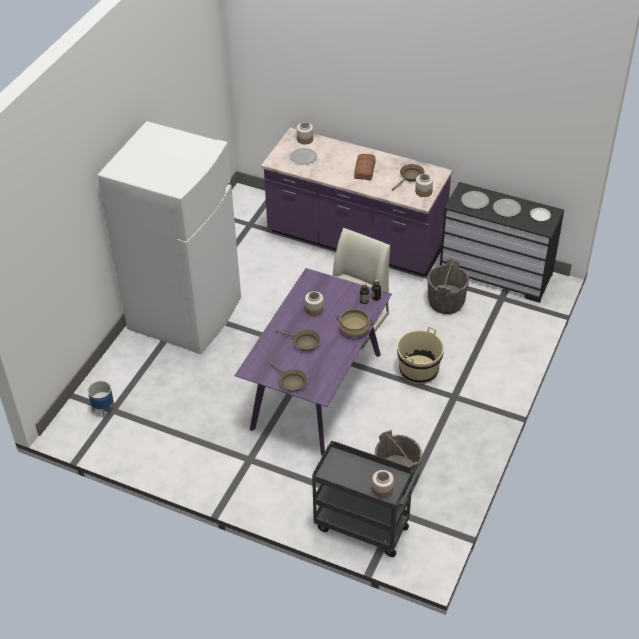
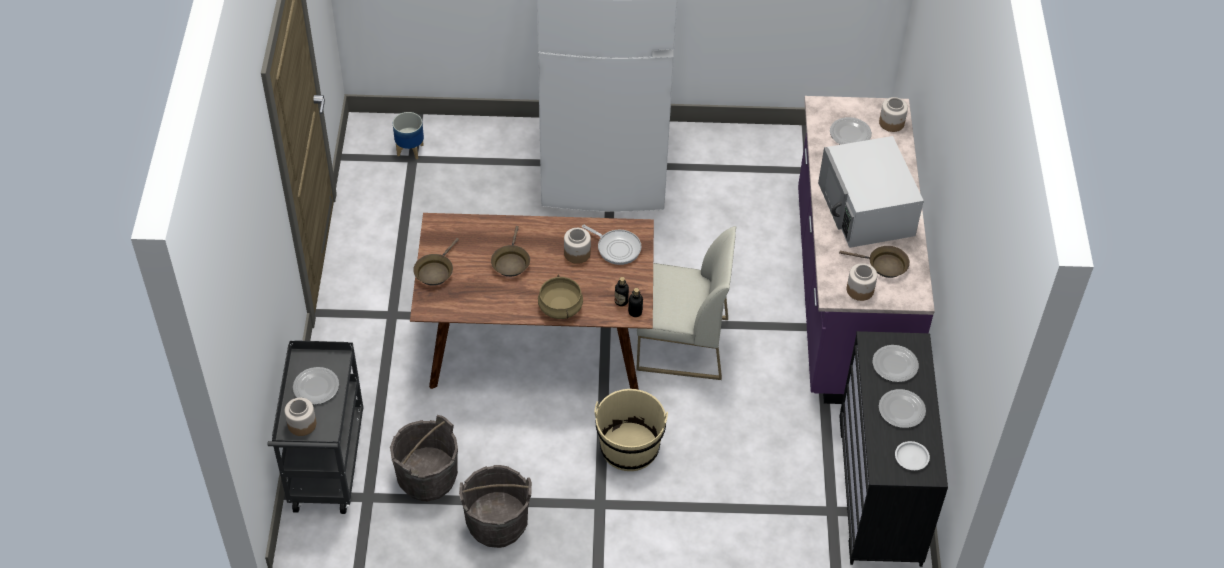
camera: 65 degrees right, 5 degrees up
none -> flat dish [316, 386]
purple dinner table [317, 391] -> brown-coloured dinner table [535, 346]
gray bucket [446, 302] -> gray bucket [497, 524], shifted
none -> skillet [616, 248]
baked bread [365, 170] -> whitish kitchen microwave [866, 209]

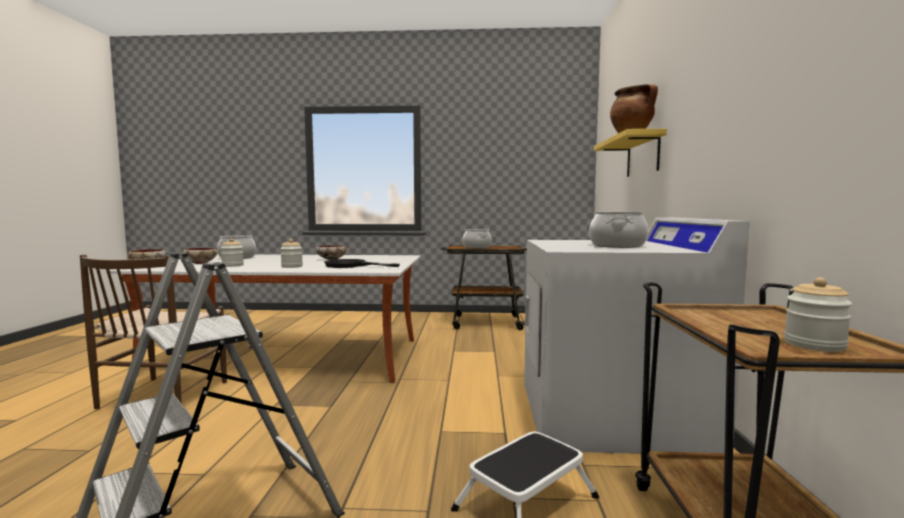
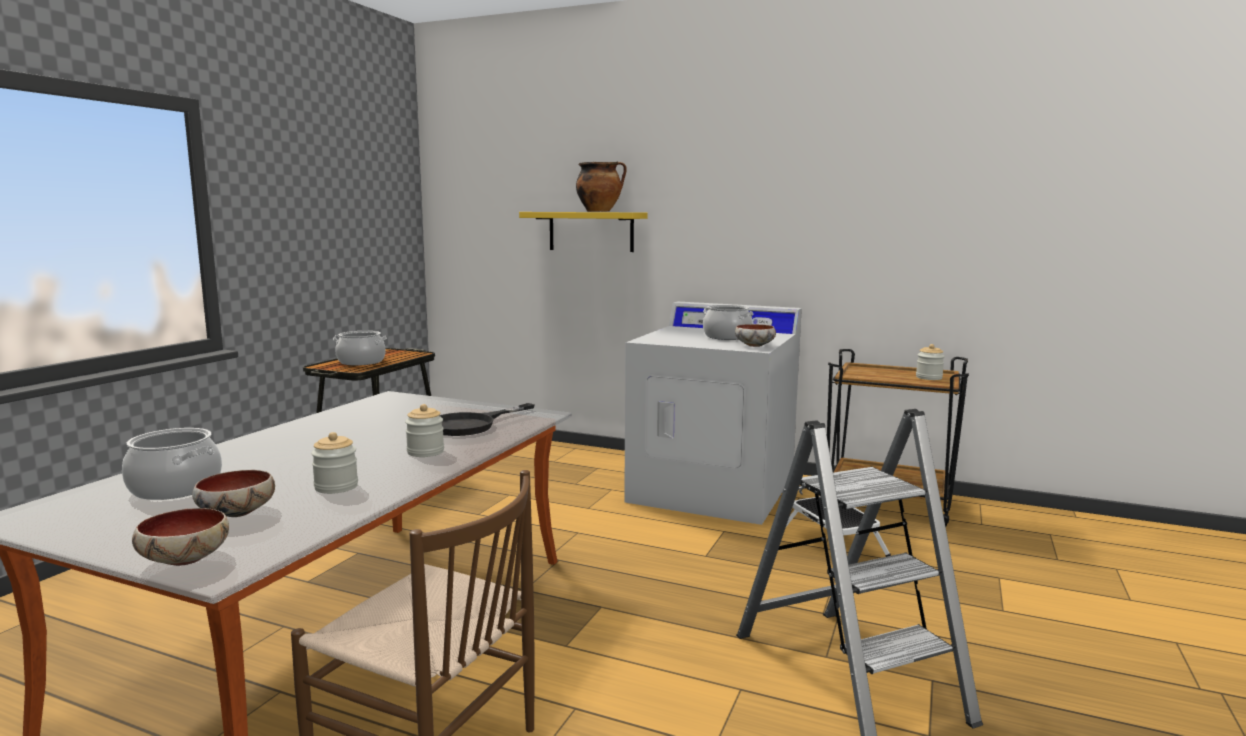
camera: 70 degrees left, 5 degrees up
deep dish [331, 259] -> deep dish [755, 346], shifted

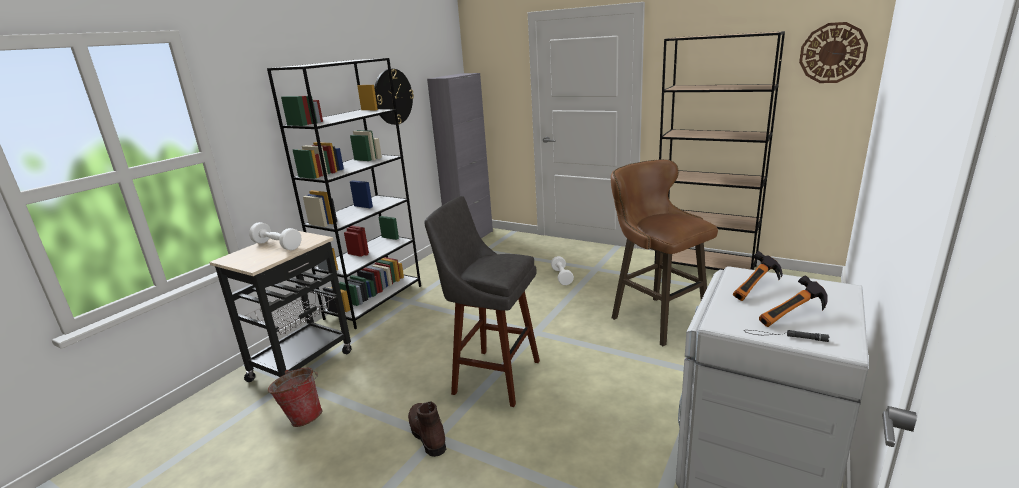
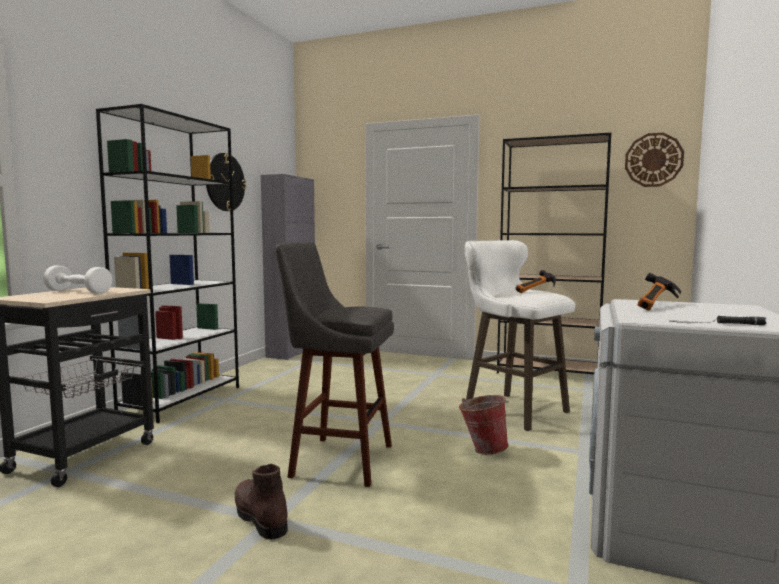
camera: 10 degrees left, 15 degrees down
bucket [302, 416] -> bucket [482, 449], shifted
brown-coloured sitting stool [655, 318] -> whitish sitting stool [512, 410]
tool hammer [794, 317] -> tool hammer [537, 291], shifted
whitish dumbbell [562, 277] -> none

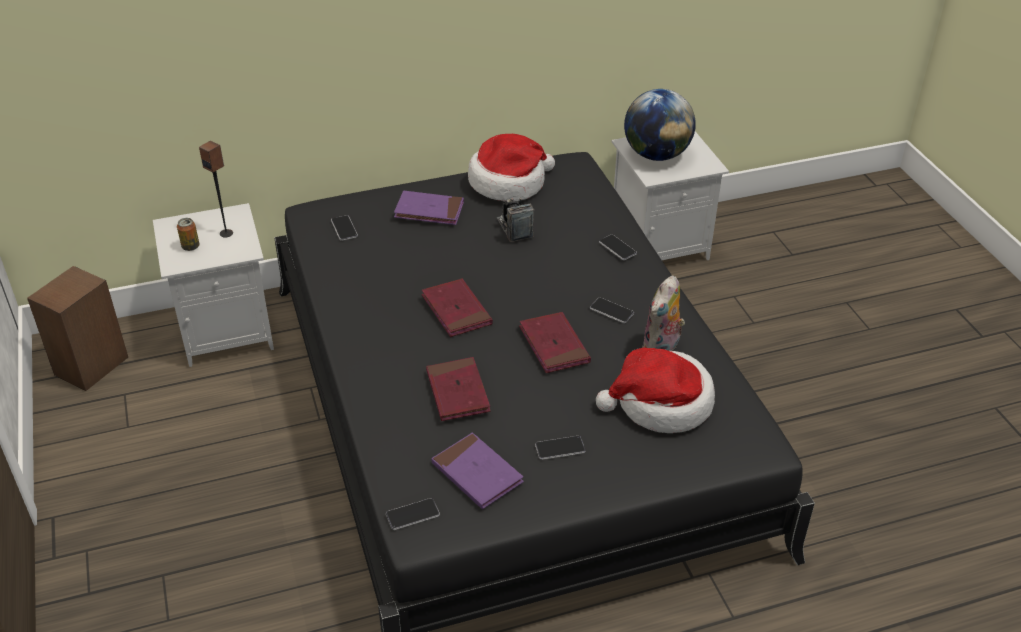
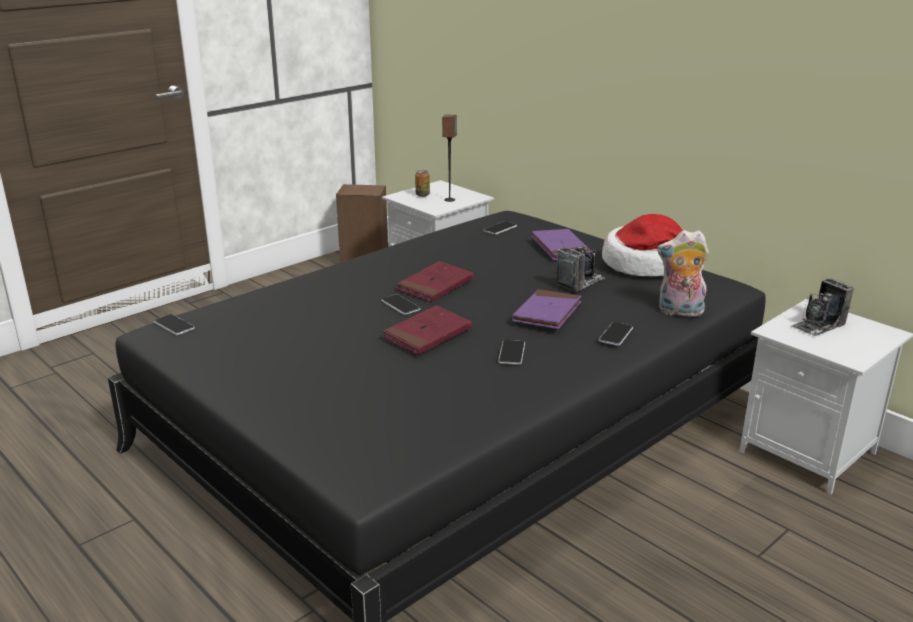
camera: 65 degrees right, 15 degrees down
phone [560, 448] -> phone [400, 305], shifted
purple volume [477, 474] -> purple volume [547, 313], shifted
cuddly toy [662, 348] -> cuddly toy [679, 312], shifted
desk globe [656, 155] -> photo camera [818, 325]
reddish volume [457, 392] -> none
clothing hat [660, 404] -> none

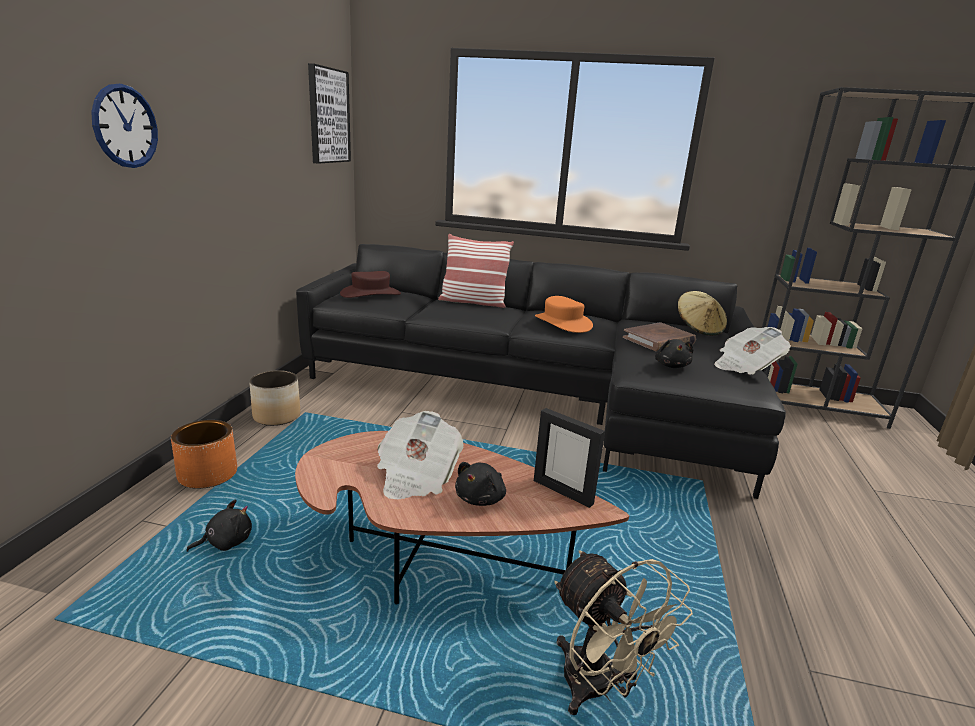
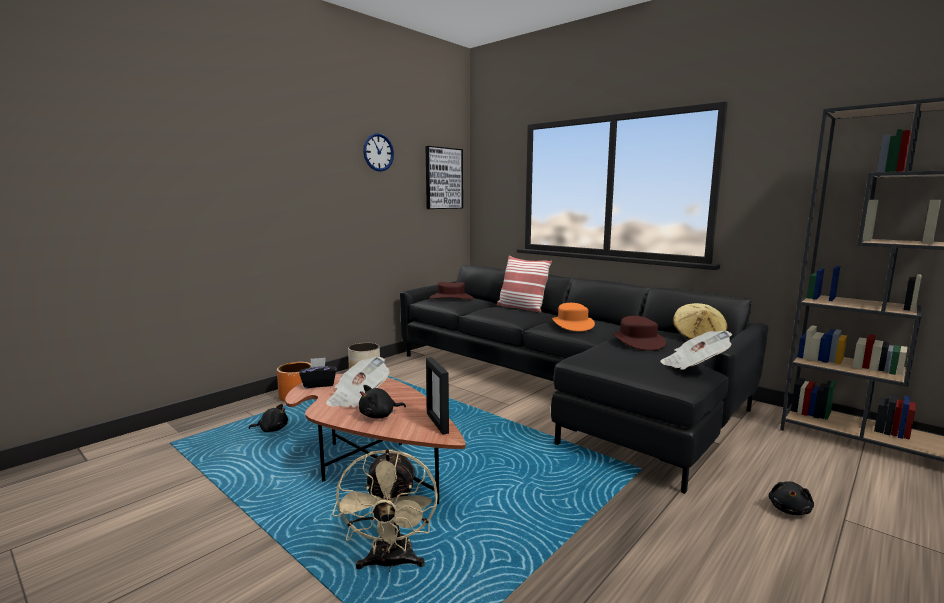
camera: 30 degrees right, 10 degrees down
none -> blackish tissue box [319, 384]
wall clock [125, 126] -> wall clock [378, 152], shifted
brown-coloured volume [658, 340] -> brown-coloured clothing hat [637, 341]
blackish cuddly toy [671, 365] -> blackish cuddly toy [789, 509], shifted

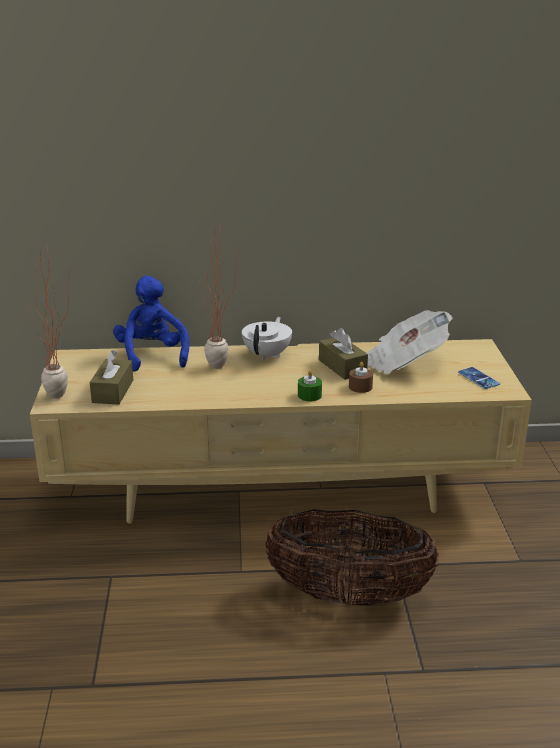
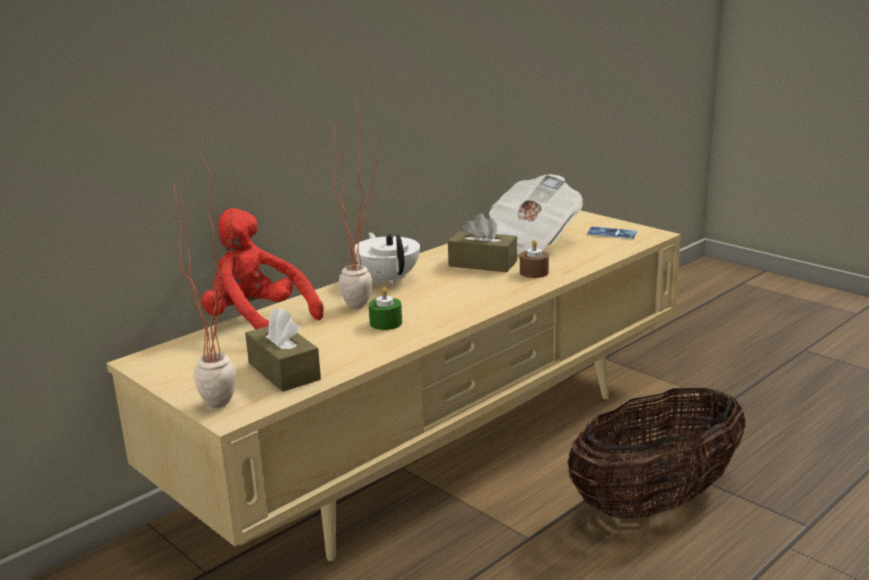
camera: 40 degrees left, 5 degrees down
blue-coloured cuddly toy [152, 355] -> reddish cuddly toy [257, 323]
green-coloured wax candle [309, 395] -> green-coloured wax candle [386, 323], shifted

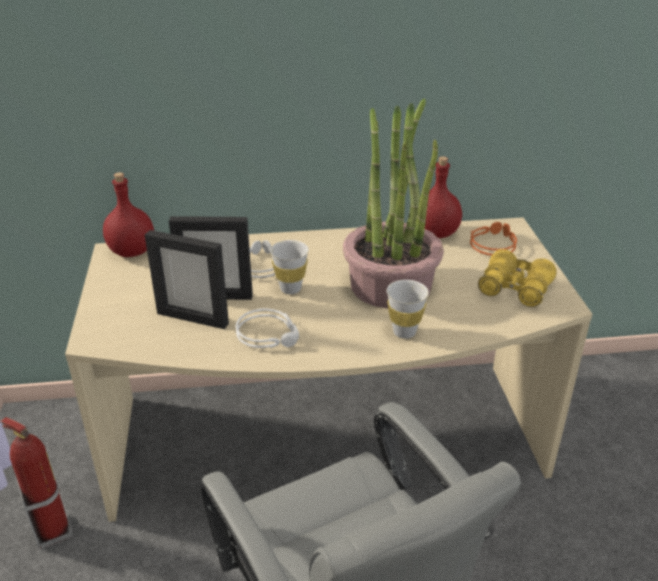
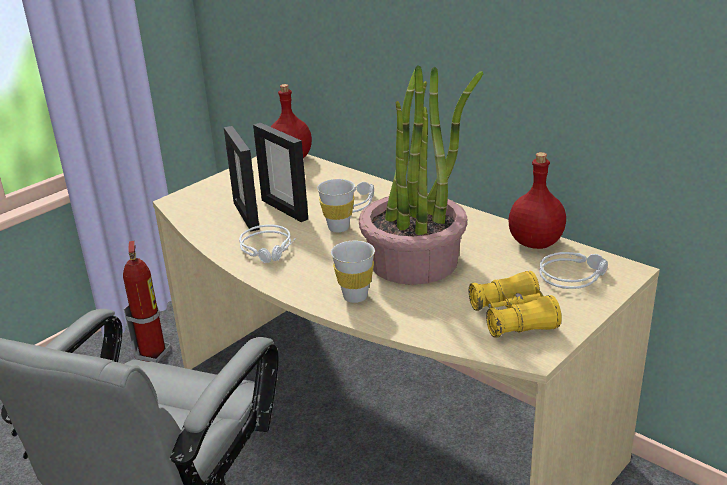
camera: 50 degrees right, 5 degrees down
orange-coloured headset [492, 244] -> gray headset [572, 275]

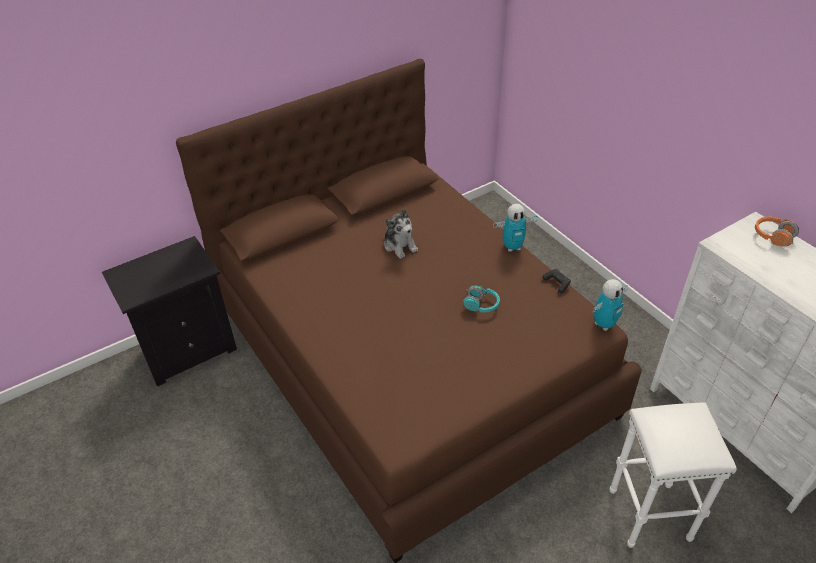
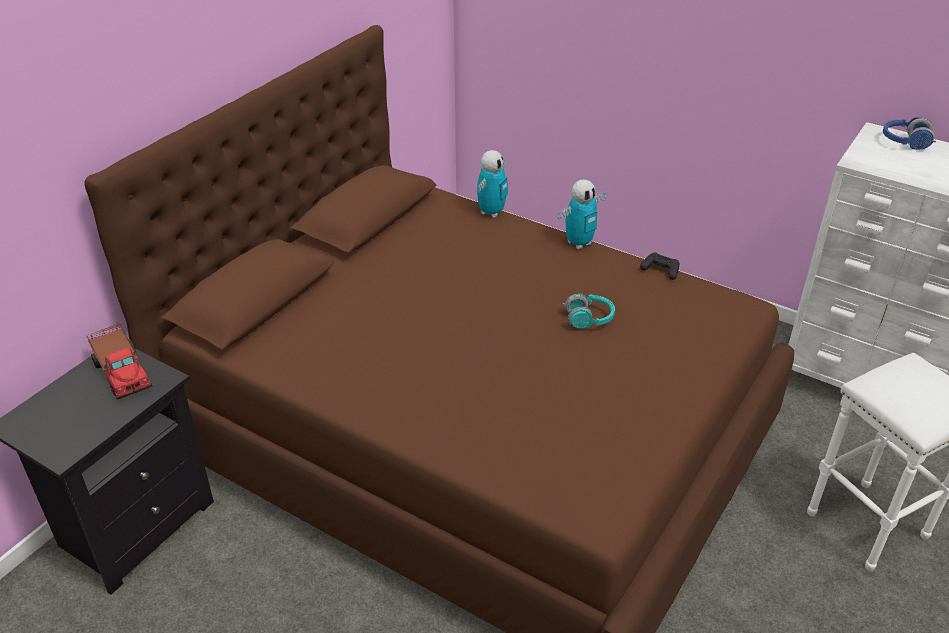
camera: 25 degrees left, 5 degrees down
none -> toy lorry [122, 371]
robot figure [604, 324] -> robot figure [491, 212], shifted
orange-coloured headset [773, 237] -> blue-coloured headset [905, 143]
cuddly toy [400, 245] -> none

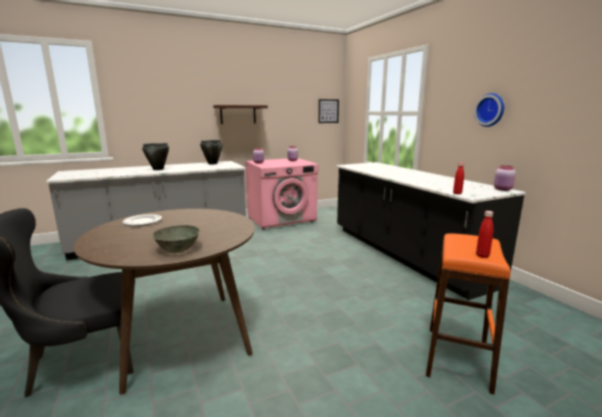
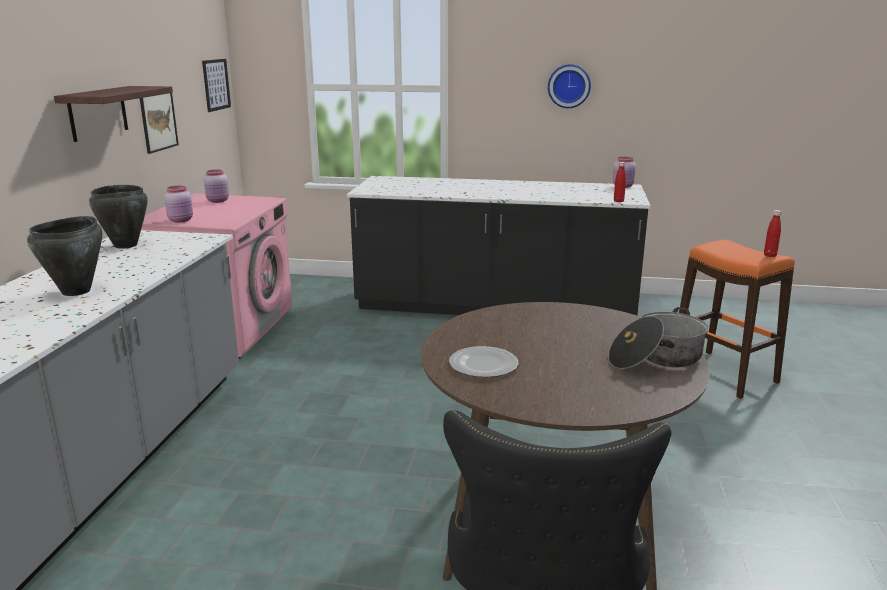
camera: 55 degrees left, 5 degrees up
none -> wall art [158, 121]
gray deep dish [177, 249] -> stockpot [656, 358]

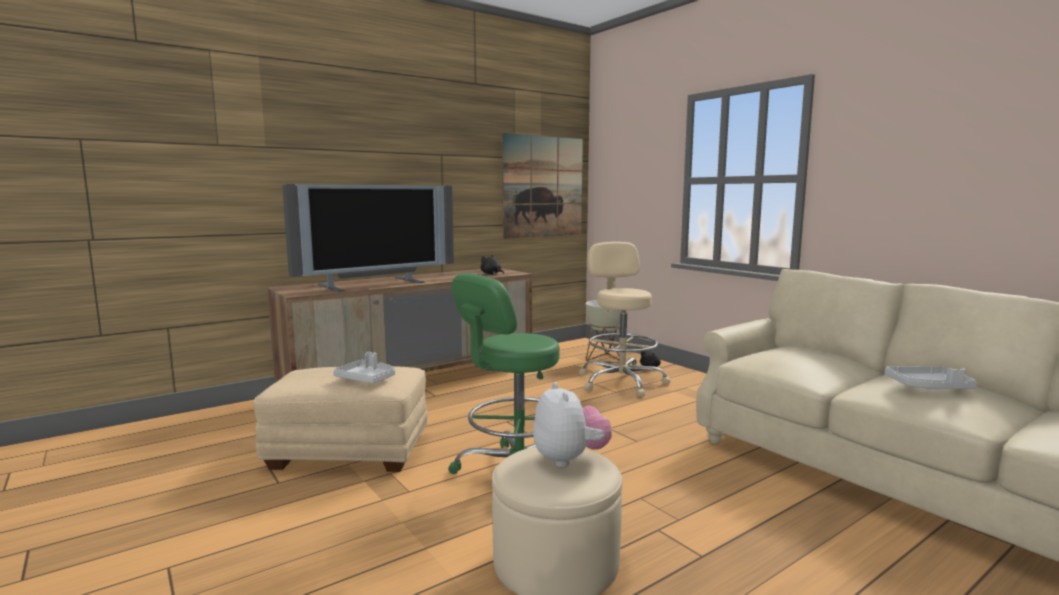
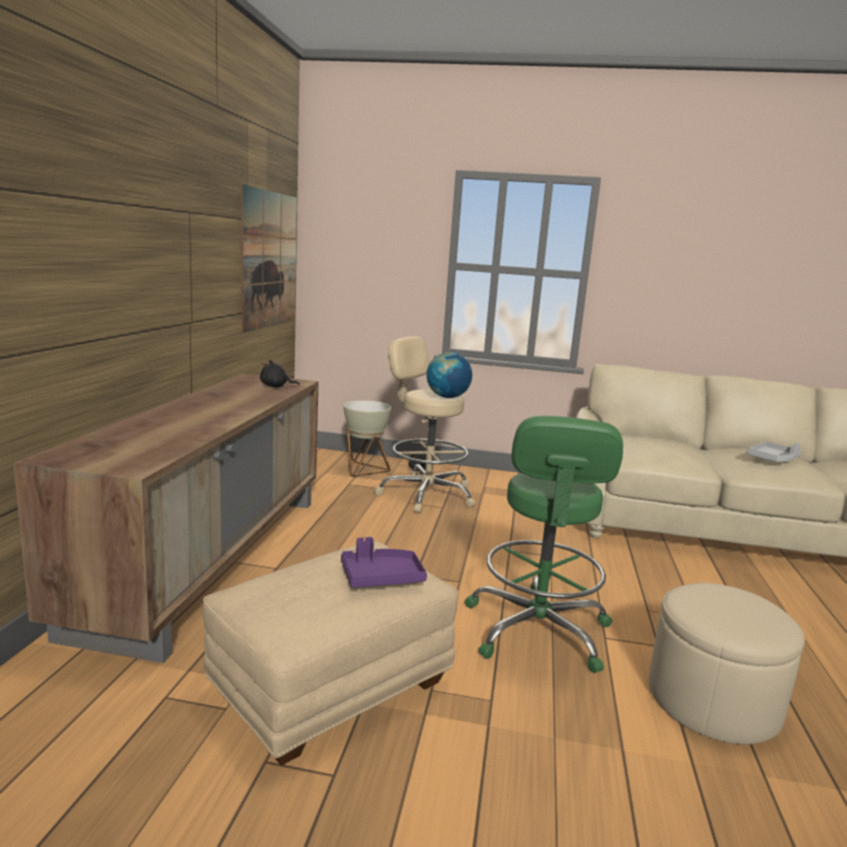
camera: 45 degrees left, 5 degrees up
gray tray [367, 379] -> purple tray [381, 577]
none -> desk globe [447, 397]
television [376, 284] -> none
cuddly toy [569, 459] -> none

